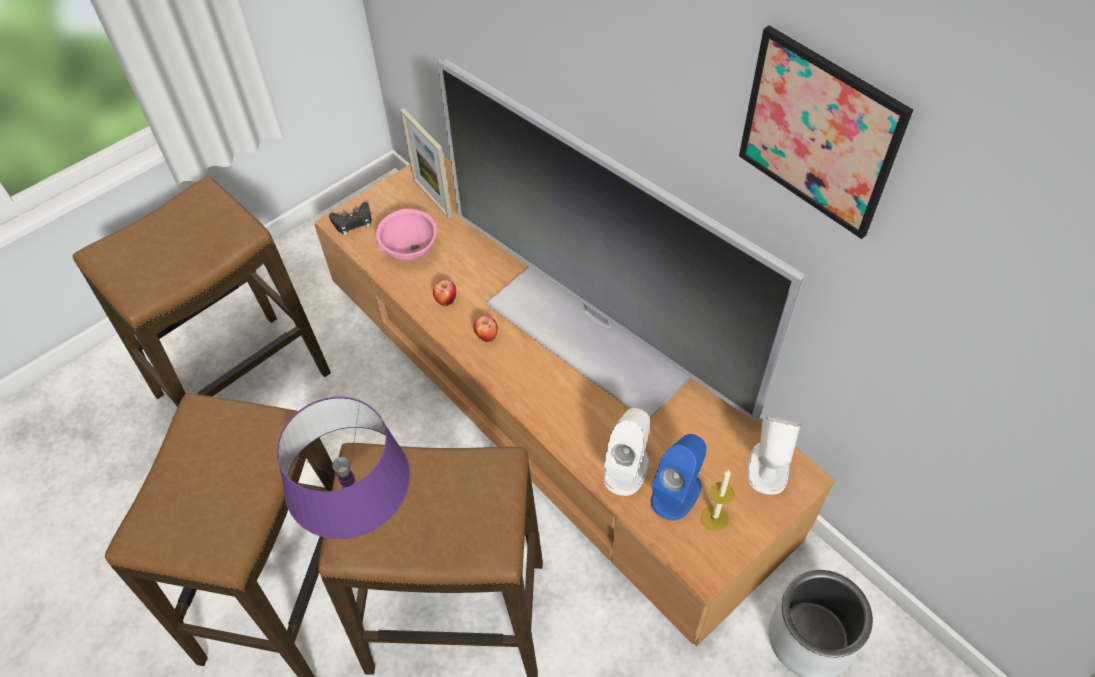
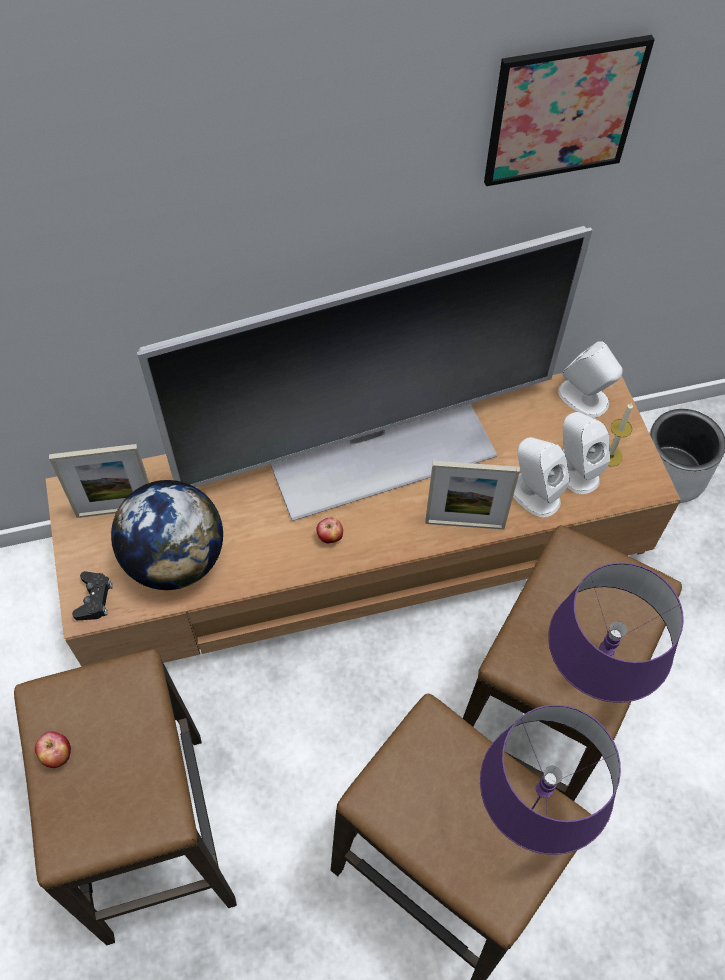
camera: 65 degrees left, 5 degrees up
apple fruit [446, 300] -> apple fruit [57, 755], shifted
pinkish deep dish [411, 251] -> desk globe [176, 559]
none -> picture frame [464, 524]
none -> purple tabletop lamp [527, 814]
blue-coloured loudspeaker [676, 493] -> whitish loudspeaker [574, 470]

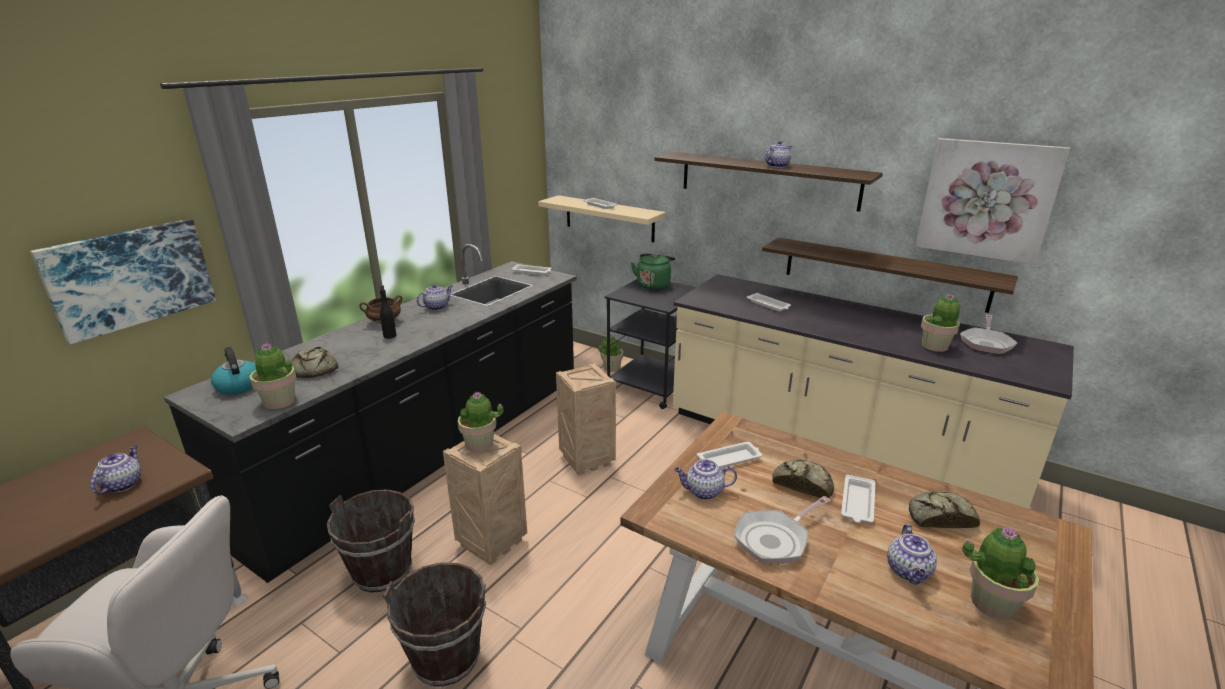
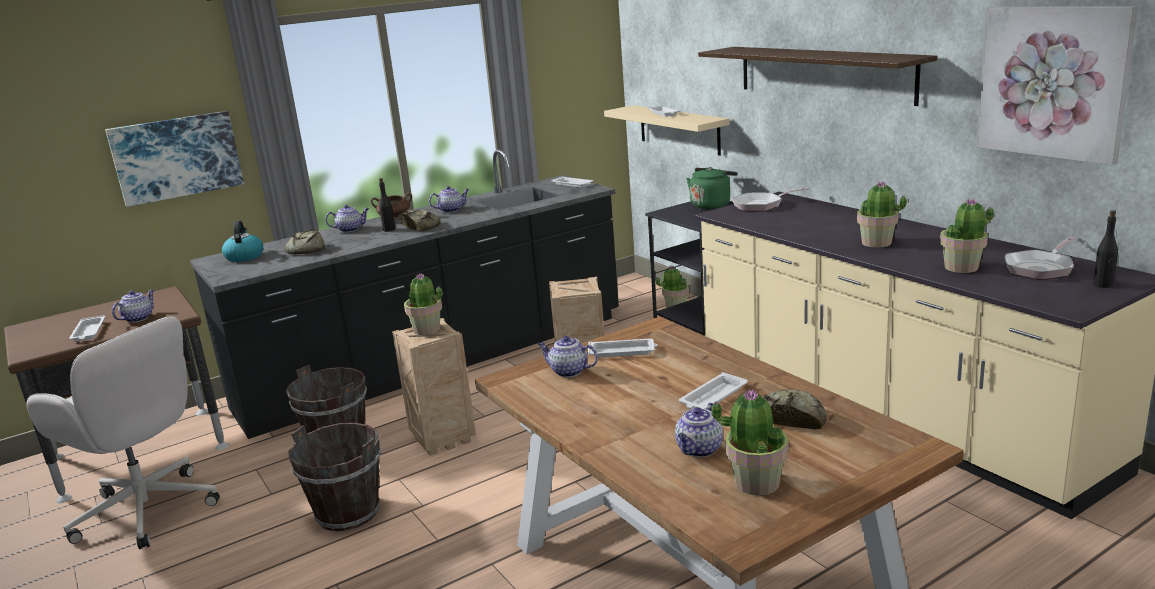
camera: 25 degrees right, 5 degrees down
whitish tray [769, 305] -> whitish tray [88, 332], shifted
teapot [777, 166] -> teapot [350, 229], shifted
baked bread [802, 483] -> baked bread [420, 226], shifted
skillet [775, 539] -> skillet [761, 205], shifted
potted plant [279, 402] -> potted plant [876, 243], shifted
none -> blackish drink bottle [1103, 285]
shelf [883, 273] -> none

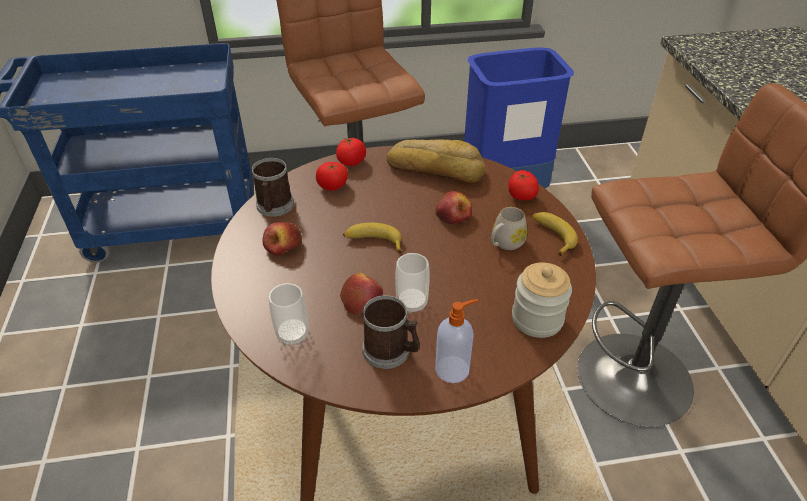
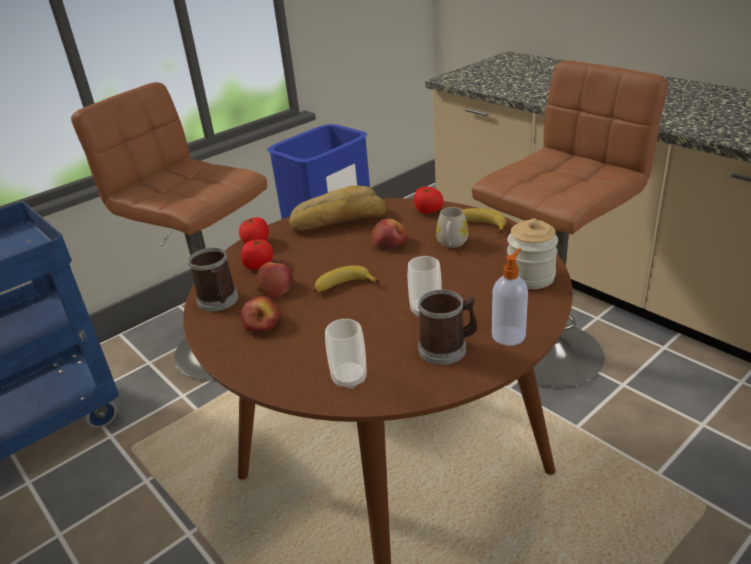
camera: 30 degrees left, 10 degrees down
apple fruit [361, 299] -> apple fruit [275, 287], shifted

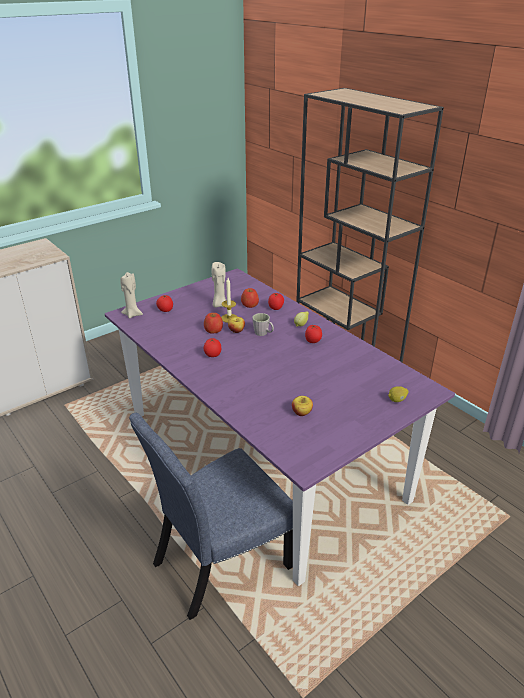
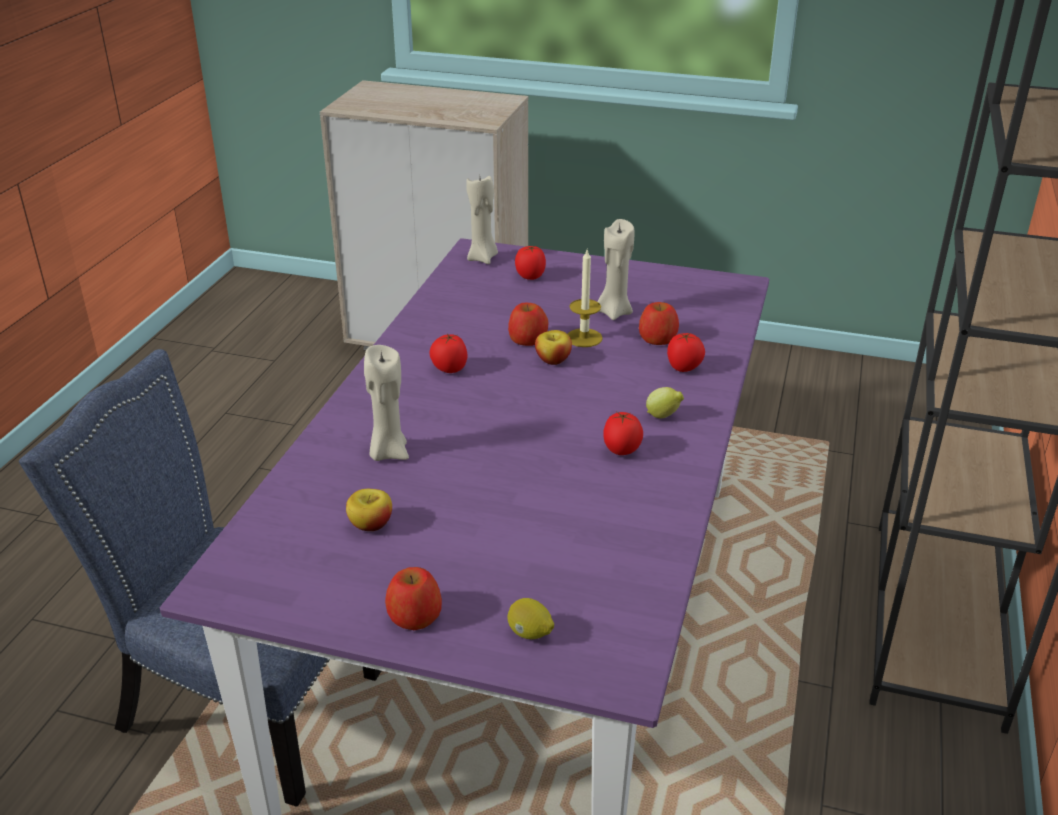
camera: 55 degrees right, 0 degrees up
none -> sand-coloured wax candle [388, 452]
none -> apple fruit [415, 615]
gray tea mug [263, 333] -> none

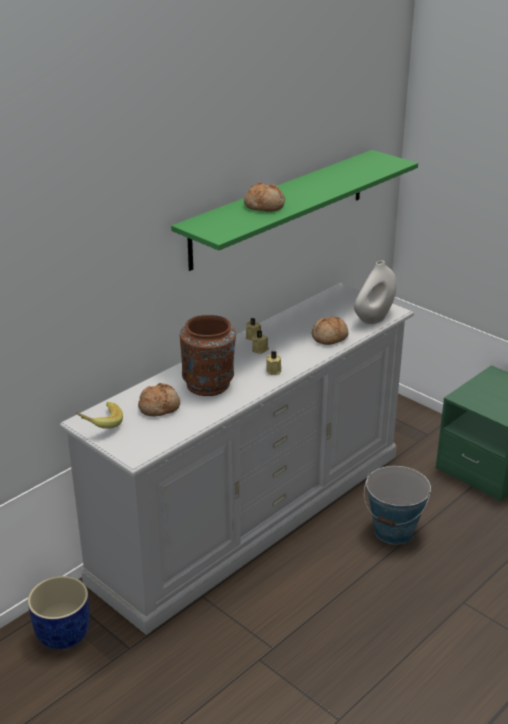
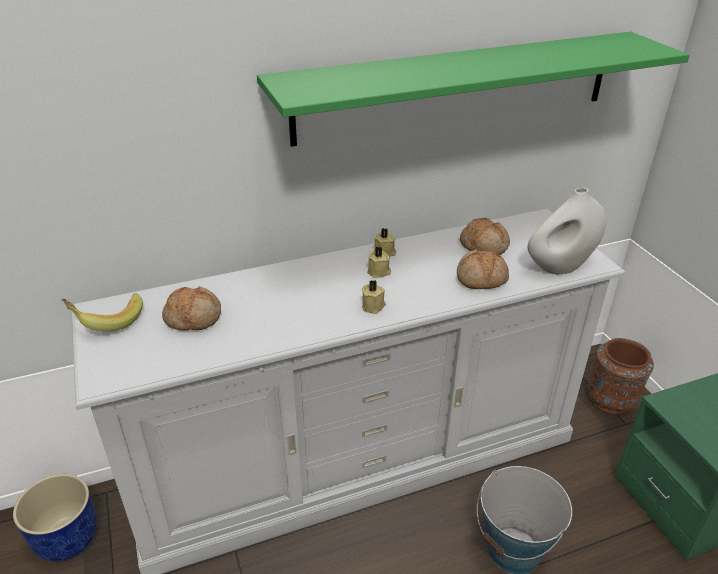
camera: 25 degrees right, 5 degrees up
baked bread [265, 206] -> baked bread [484, 245], shifted
brown-coloured flower vase [209, 384] -> brown-coloured flower vase [611, 400], shifted

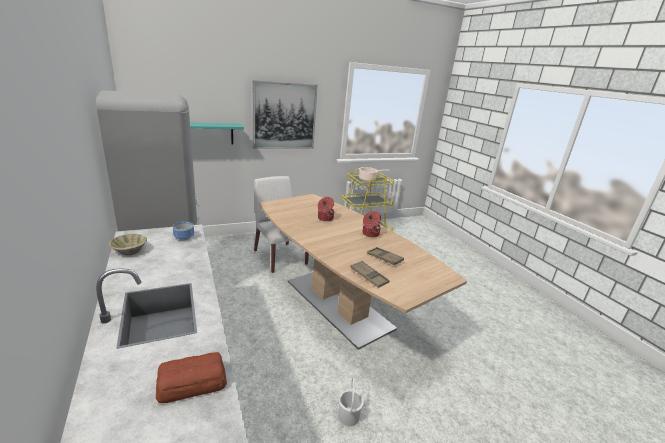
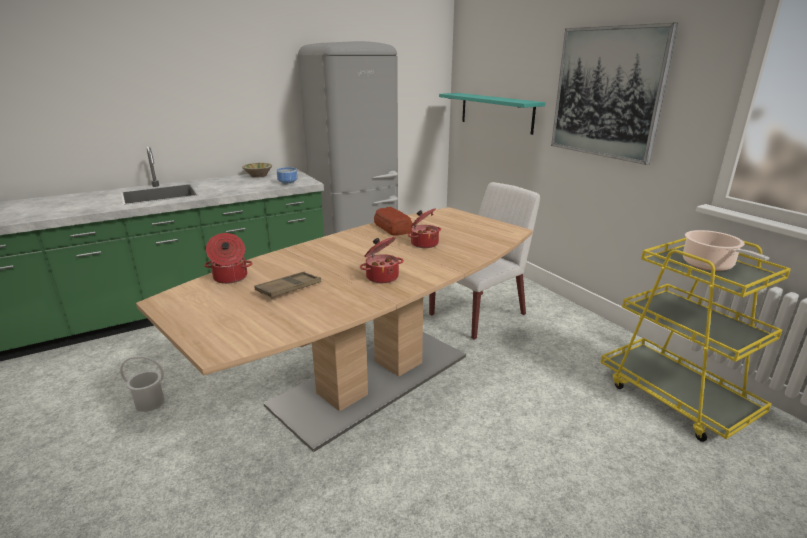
camera: 85 degrees right, 0 degrees up
brown-coloured tray [369, 276] -> stockpot [230, 278]
baked bread [191, 383] -> baked bread [393, 228], shifted

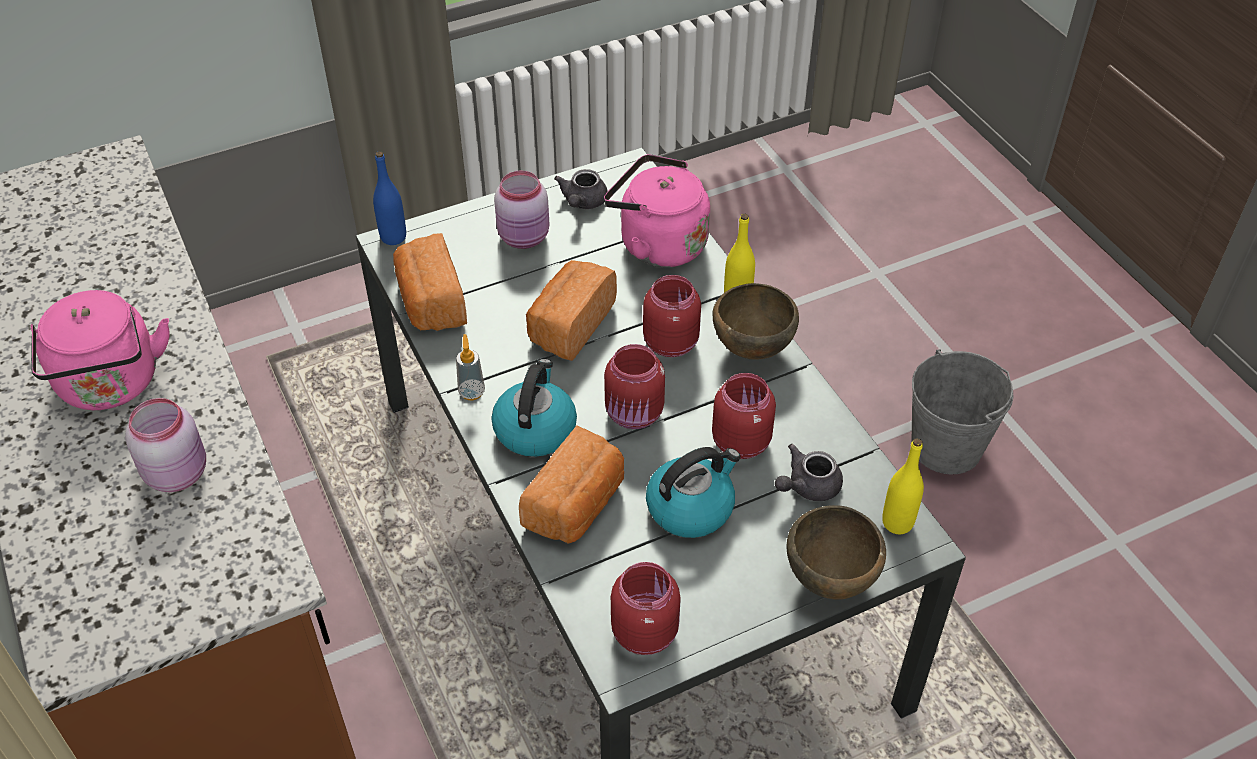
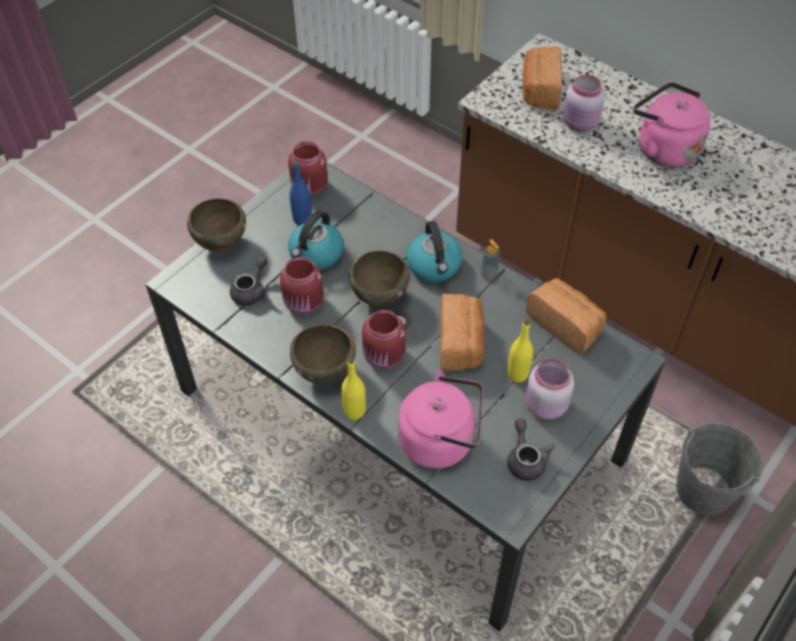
camera: 155 degrees right, 5 degrees up
blue-coloured drink bottle [393, 237] -> blue-coloured drink bottle [302, 219], shifted
reddish preserve jar [635, 415] -> brown-coloured deep dish [379, 297]
yellow-coloured drink bottle [897, 522] -> yellow-coloured drink bottle [517, 374], shifted
baked bread [577, 505] -> baked bread [539, 91], shifted
gray bucket [946, 447] -> gray bucket [703, 491], shifted

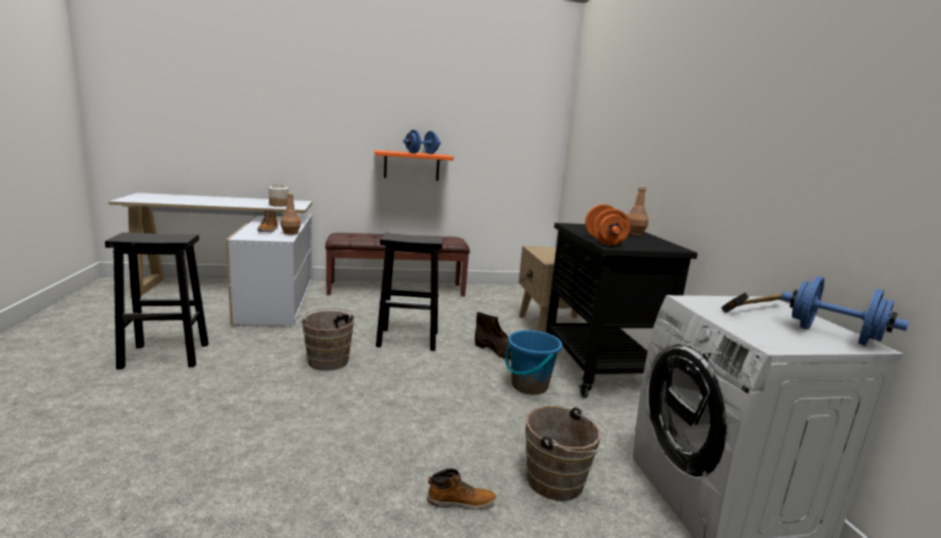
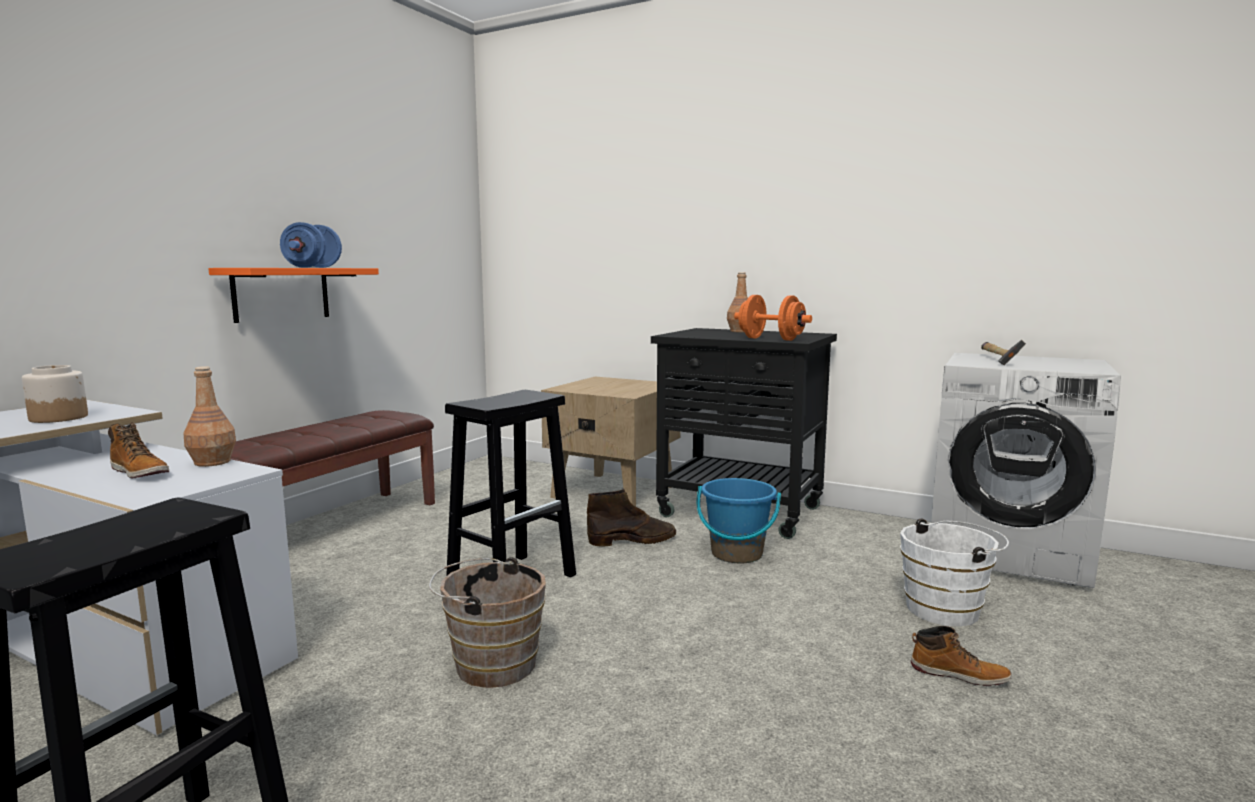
camera: 50 degrees left, 5 degrees down
brown-coloured bucket [559, 484] -> whitish bucket [948, 609]
high-top boot [461, 501] -> high-top boot [958, 674], 75 degrees clockwise
blue-coloured dumbbell [833, 335] -> none

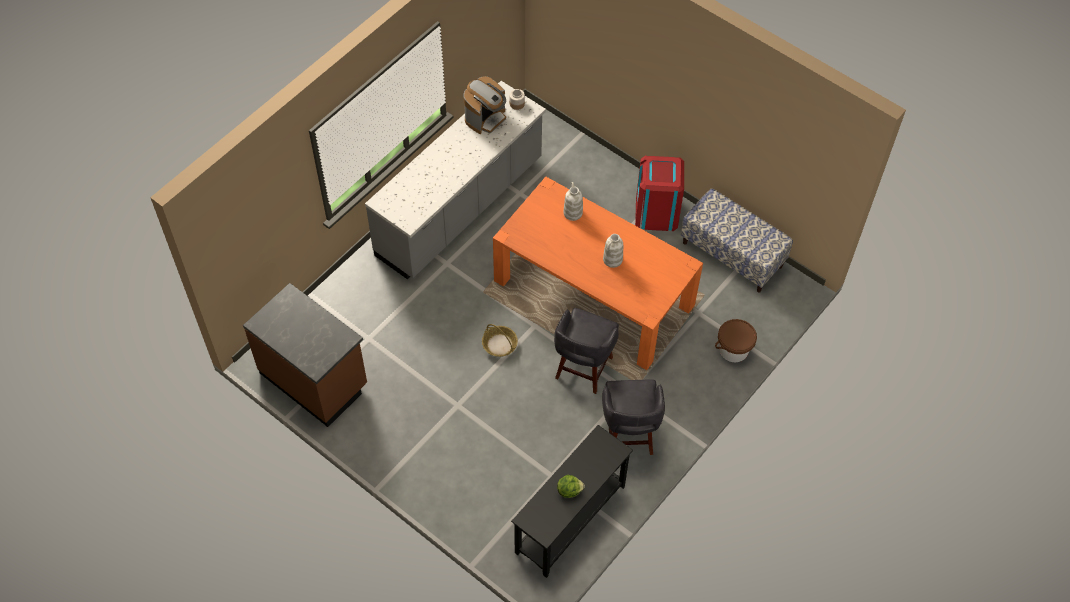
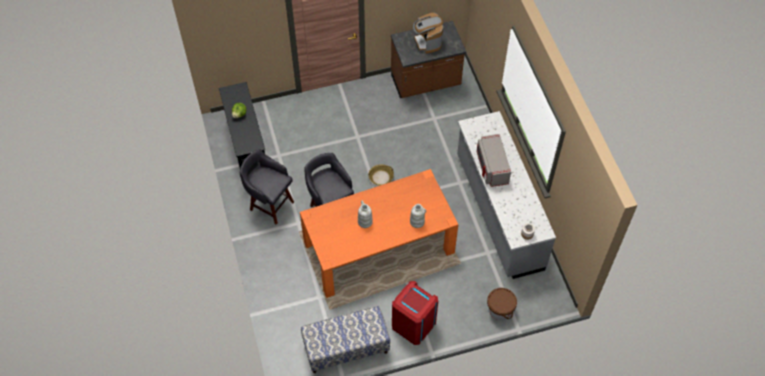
camera: 125 degrees right, 0 degrees up
coffee maker [486, 118] -> coffee maker [427, 42], shifted
none -> gray kitchen microwave [491, 167]
brown-coloured bucket [733, 350] -> brown-coloured bucket [500, 310], shifted

